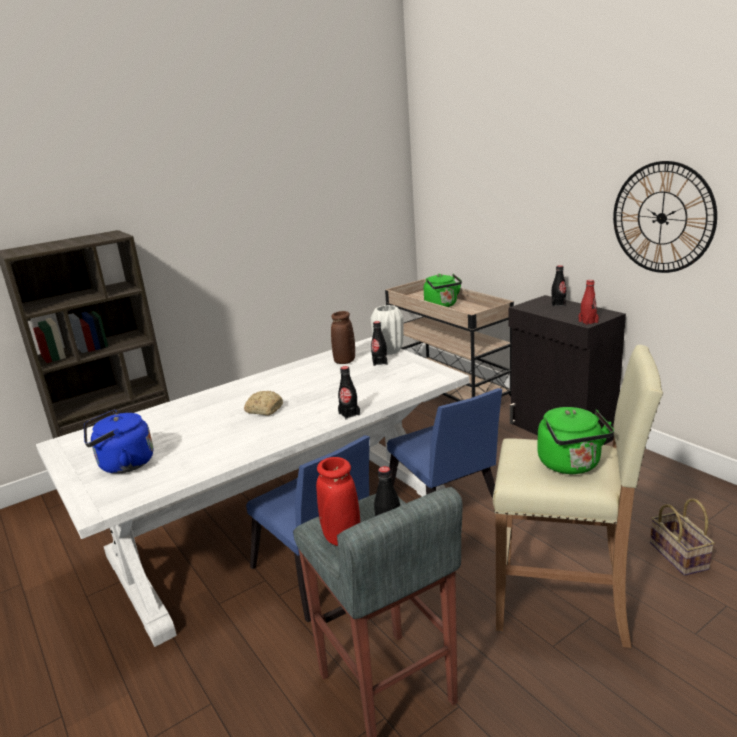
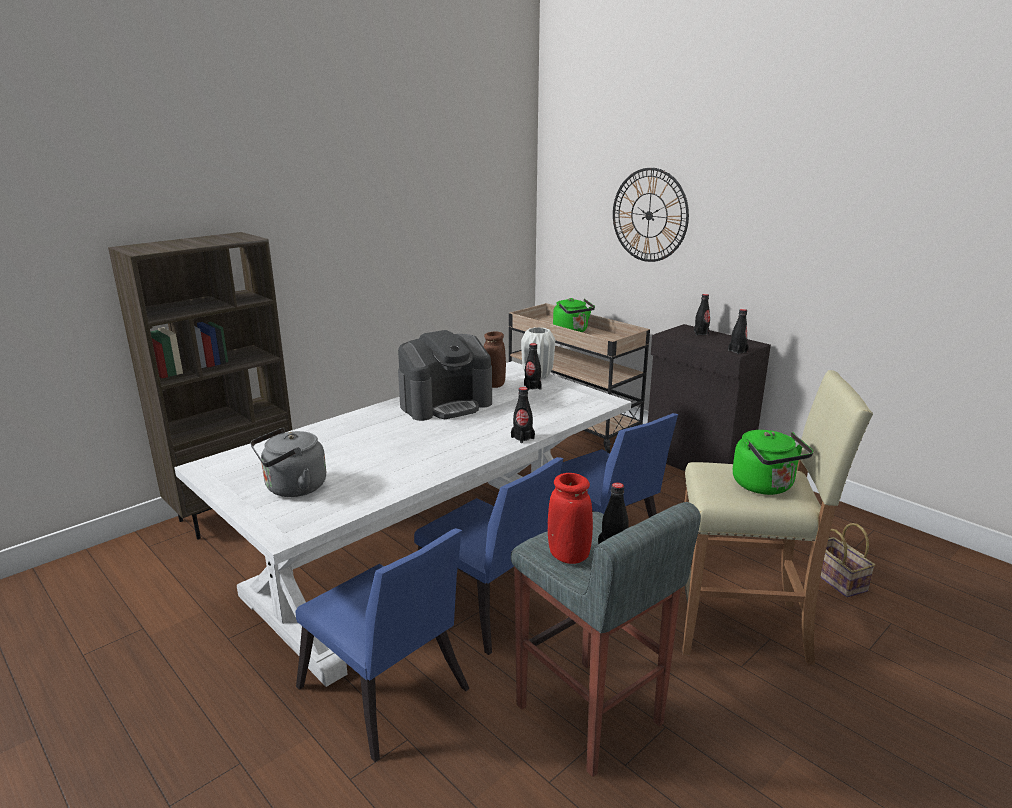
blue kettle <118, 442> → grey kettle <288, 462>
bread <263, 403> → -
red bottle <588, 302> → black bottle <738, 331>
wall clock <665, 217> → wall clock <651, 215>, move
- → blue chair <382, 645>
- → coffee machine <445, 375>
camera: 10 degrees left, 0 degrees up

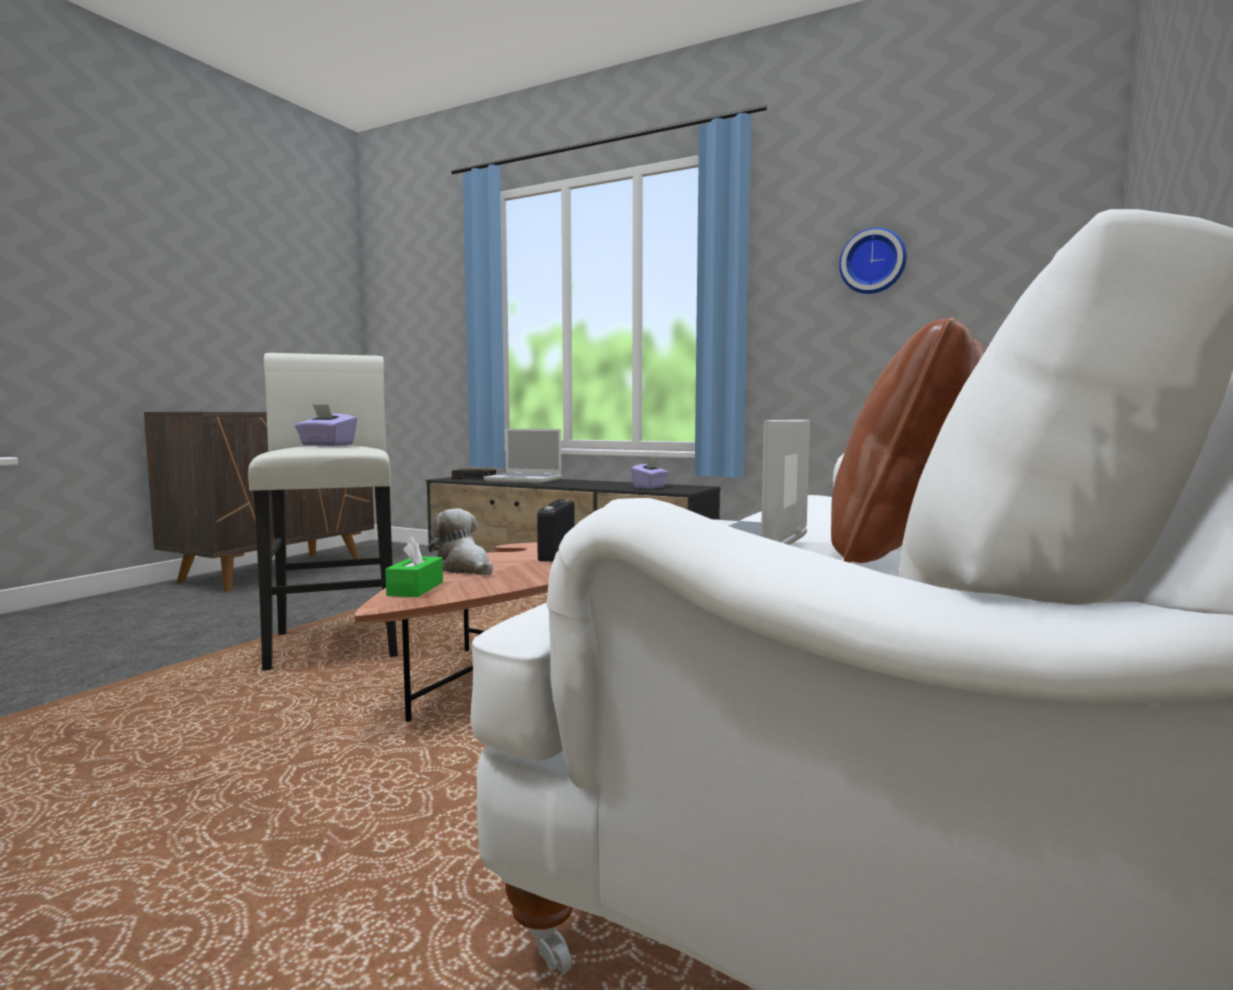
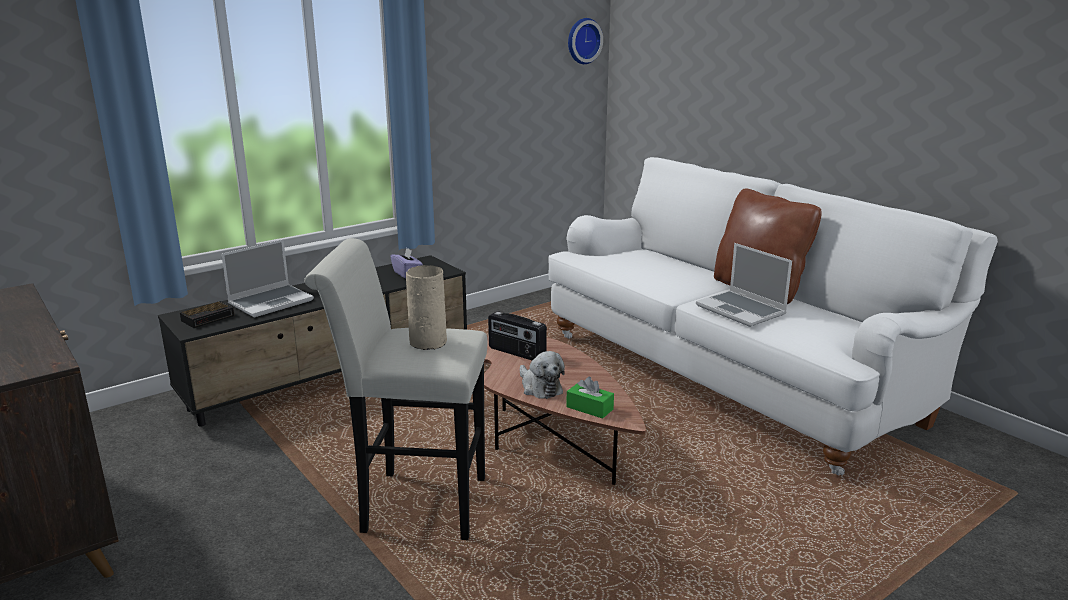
purple tissue box <326, 425> → beige vase <426, 307>
plush toy <461, 541> → plush toy <542, 375>, 105 degrees counterclockwise
wall clock <873, 260> → wall clock <585, 41>, move
camera: 65 degrees left, 15 degrees up

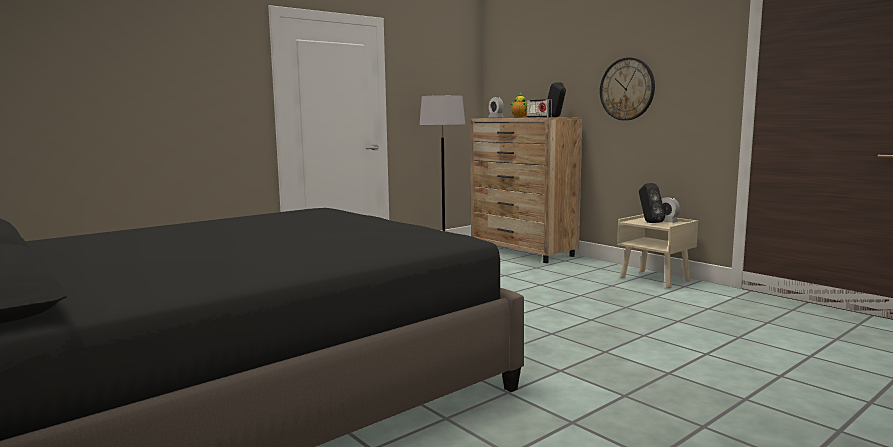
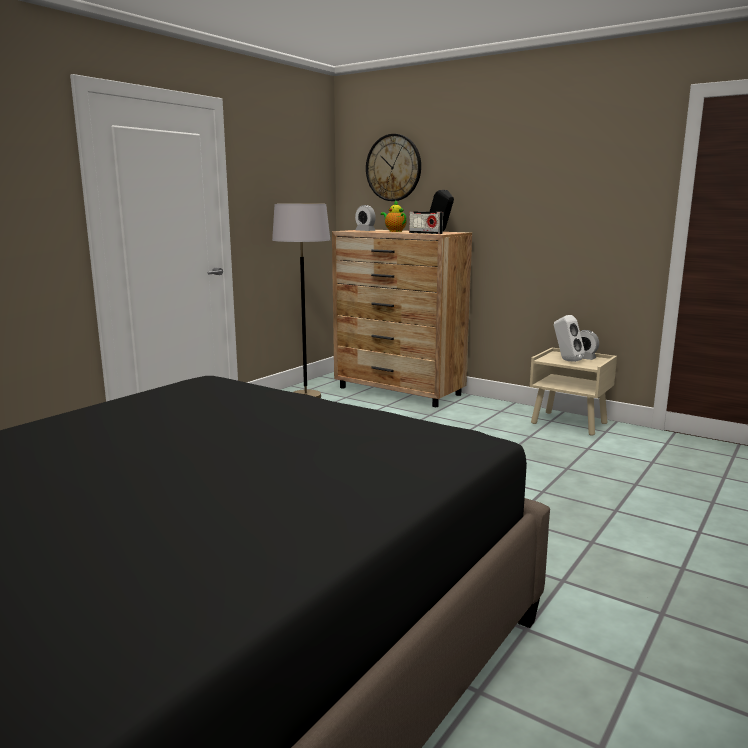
wall clock <627, 89> → wall clock <393, 167>, move
black speaker <652, 203> → white speaker <569, 338>
camera: 15 degrees left, 5 degrees up

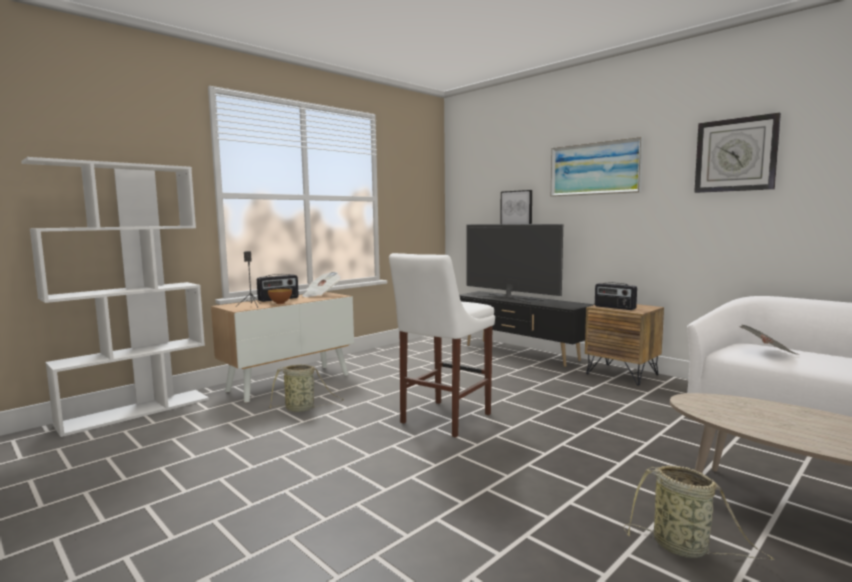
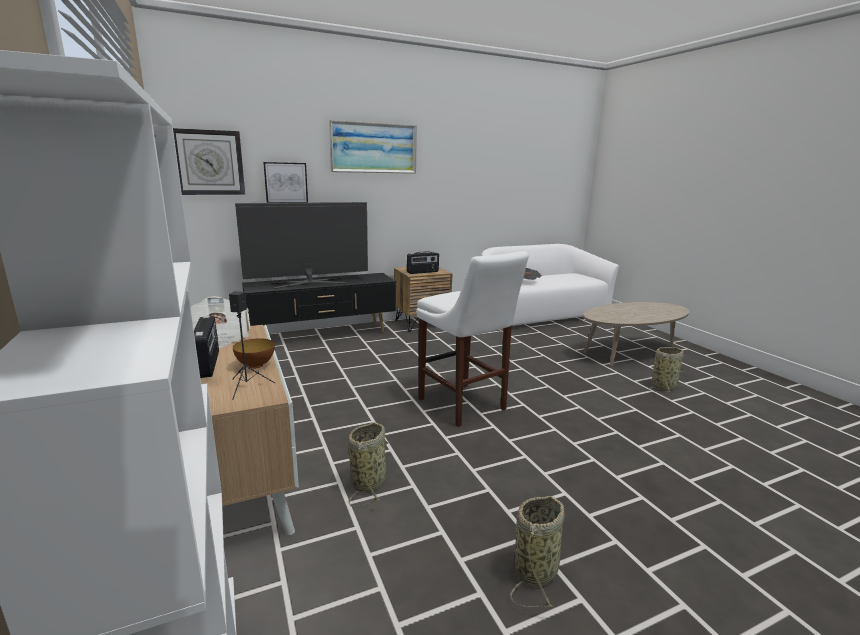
wall clock <737, 153> → wall clock <209, 161>, move
- → basket <537, 551>
camera: 70 degrees left, 10 degrees up

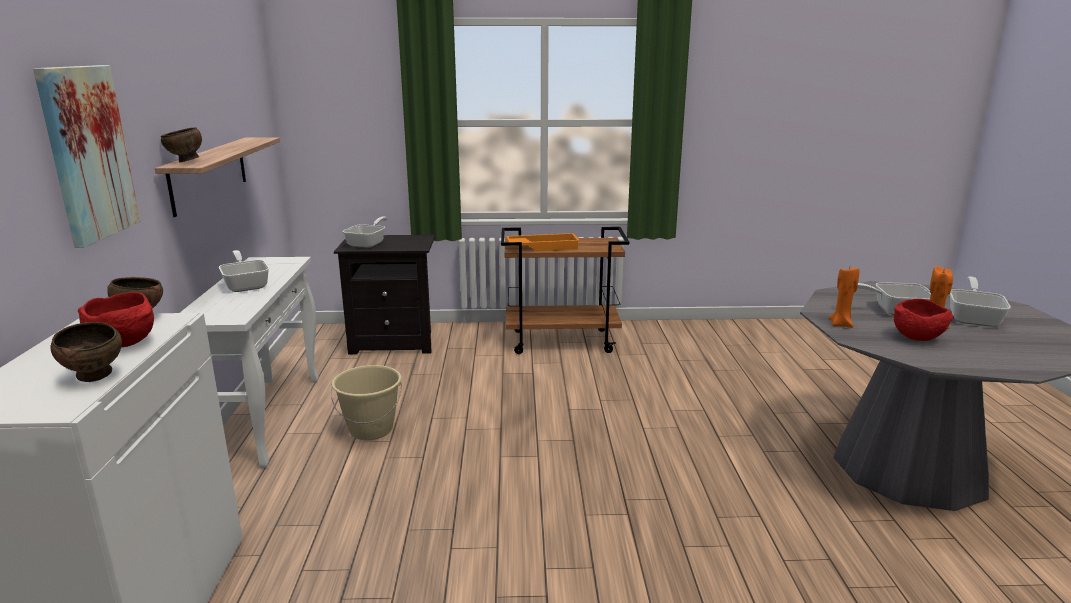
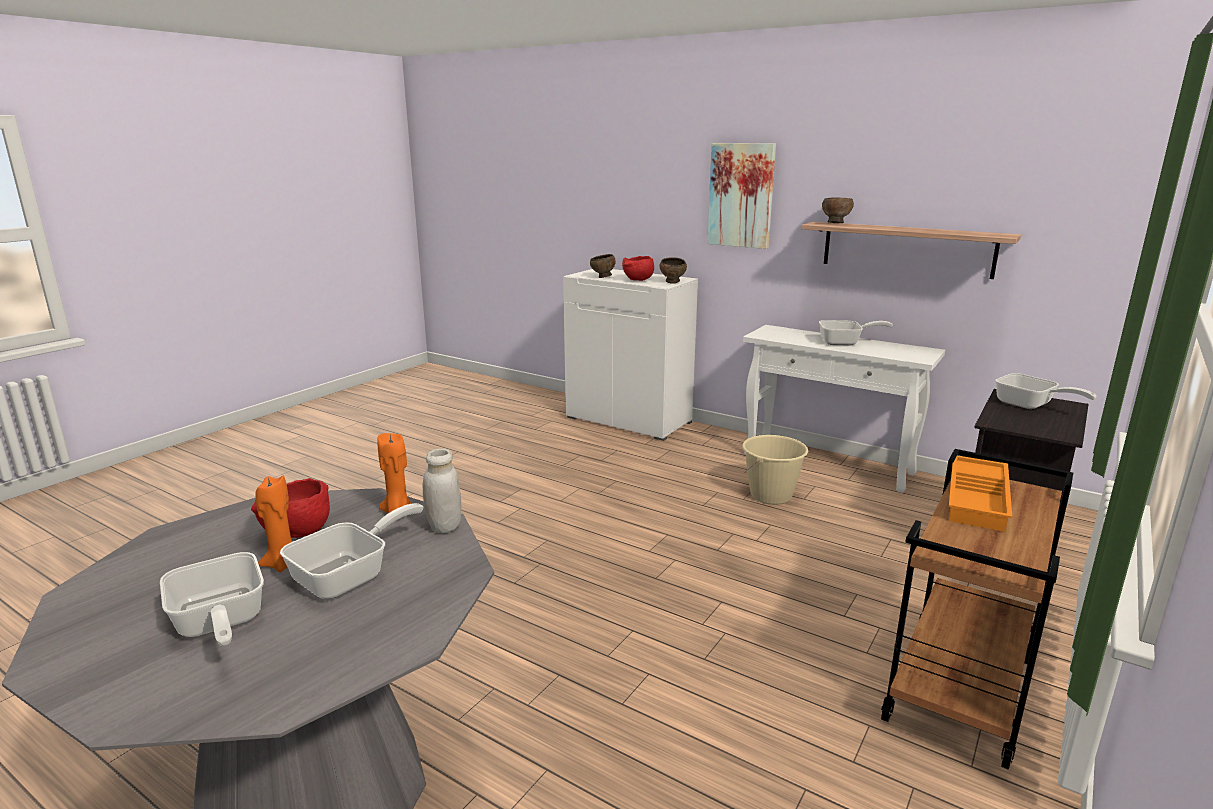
- → white jar <442, 490>
camera: 125 degrees right, 0 degrees up

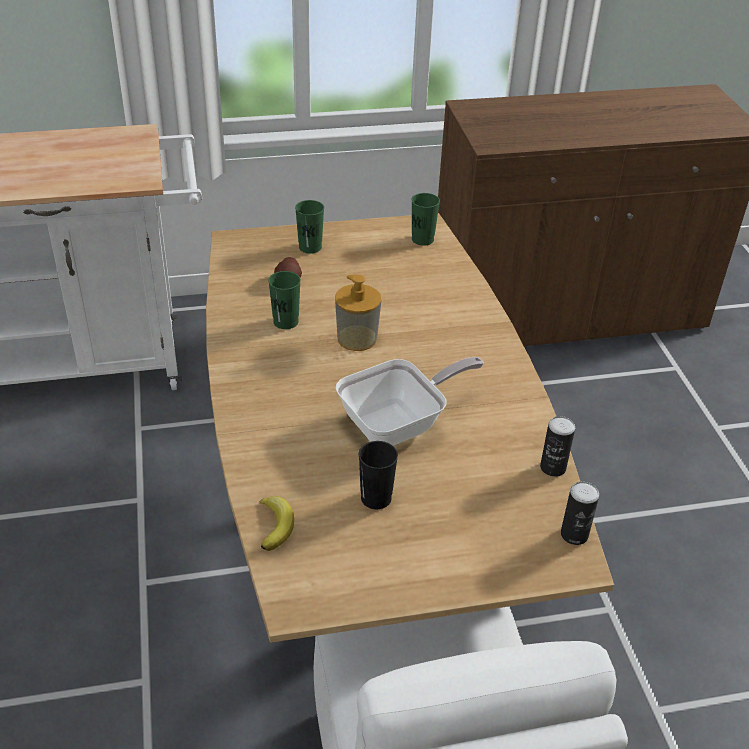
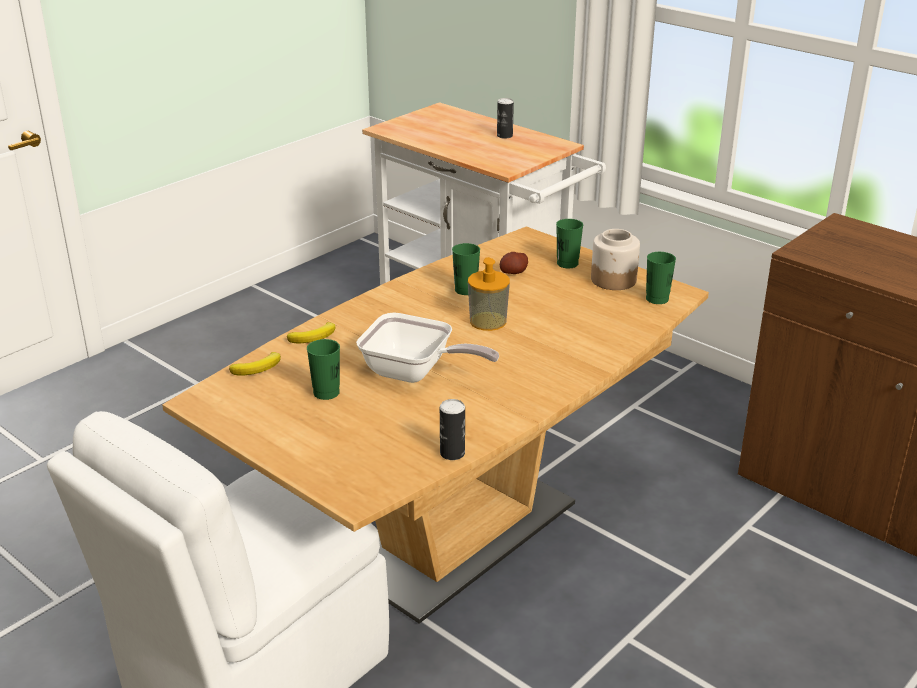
black cup <378, 475> → green cup <323, 369>
can <580, 513> → can <505, 118>, move
- → banana <311, 333>
- → jar <615, 259>
camera: 55 degrees right, 10 degrees down

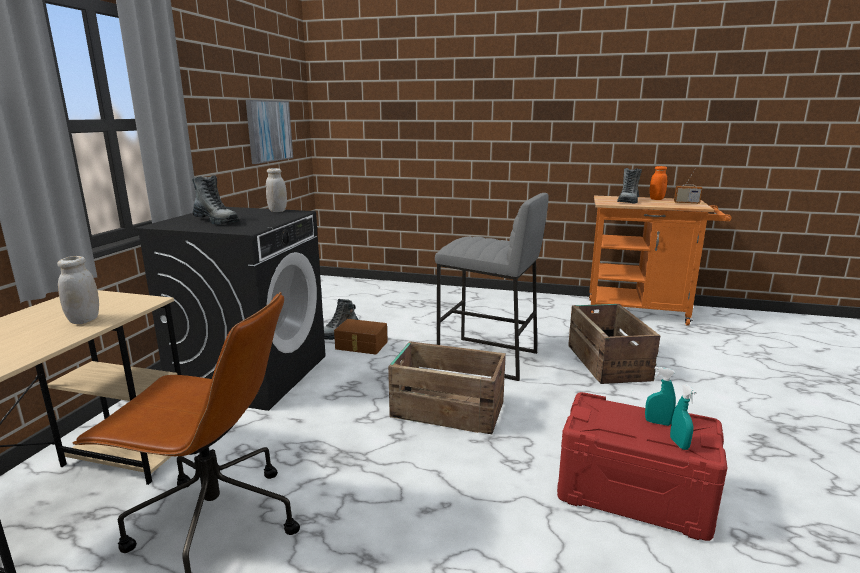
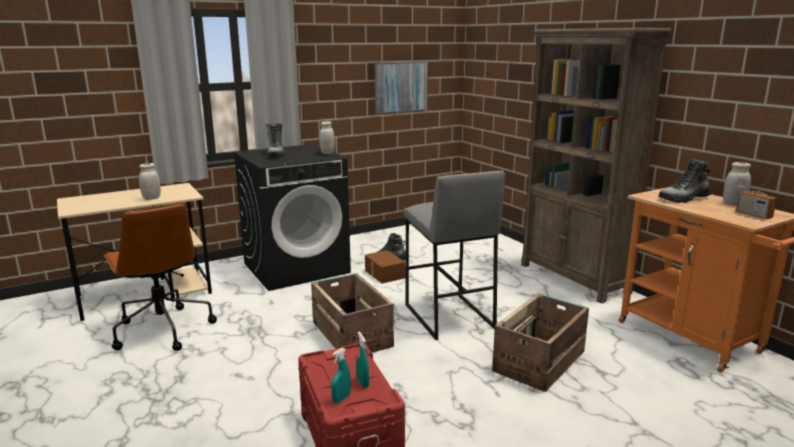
orange jar <658, 183> → white jar <737, 184>
- → brown bookcase <596, 166>
camera: 45 degrees right, 0 degrees up

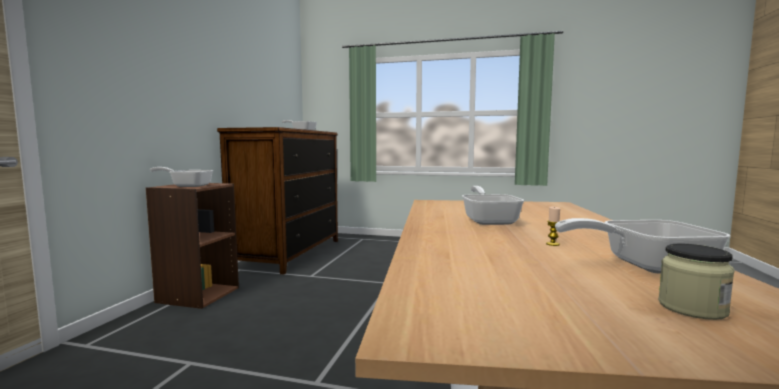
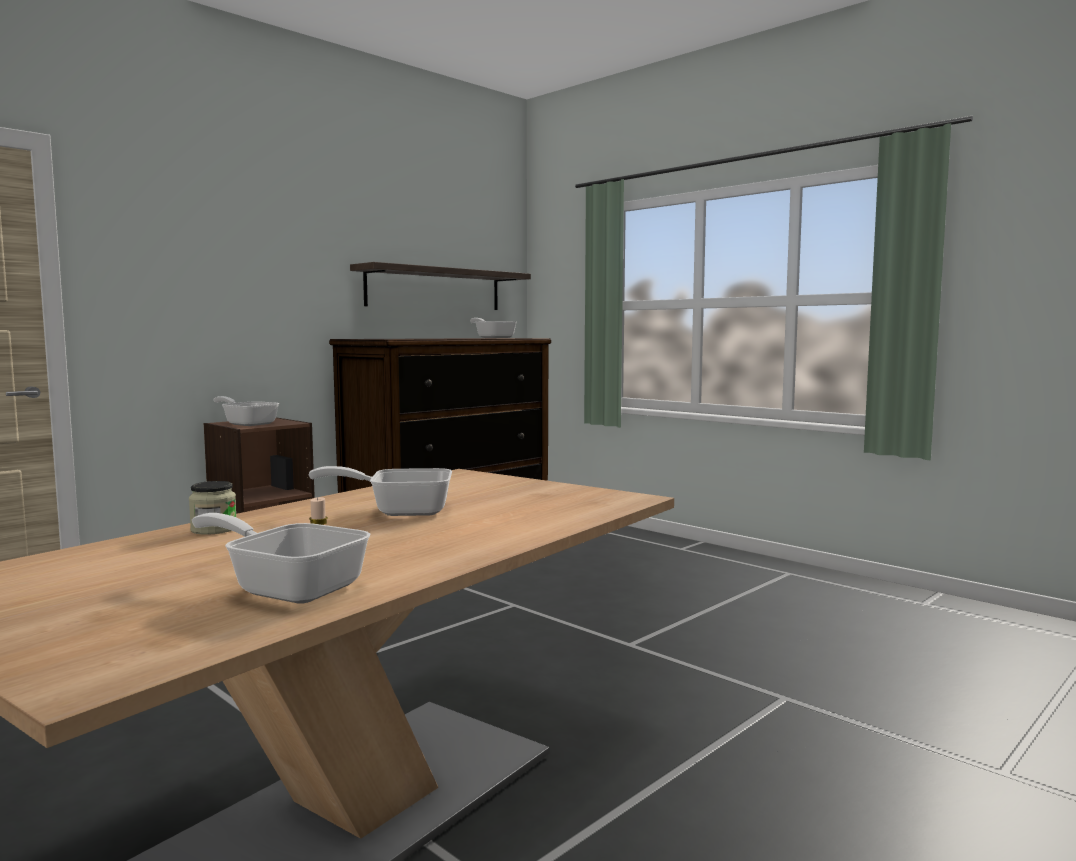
frying pan <493, 205> → frying pan <380, 491>, 120 degrees counterclockwise
jar <696, 281> → jar <212, 508>, move
- → shelf <440, 286>
camera: 30 degrees right, 0 degrees up

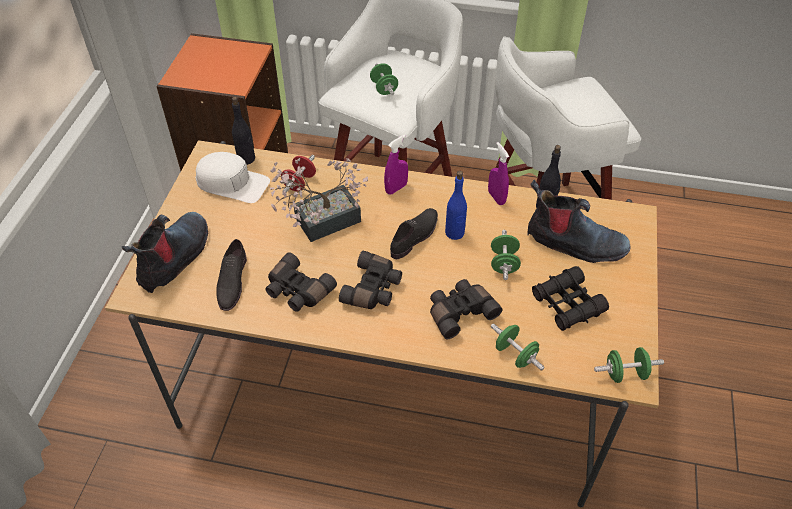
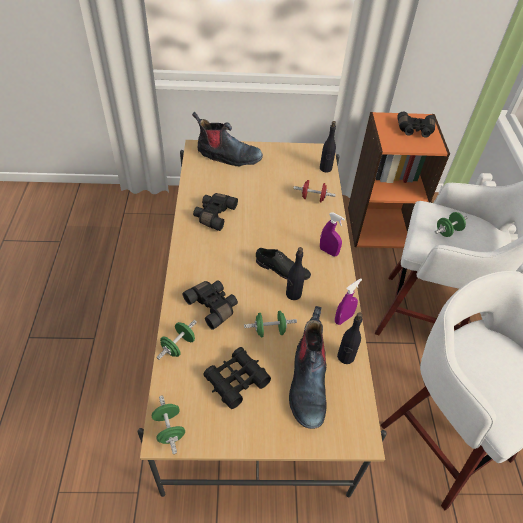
white cap <233, 177> → -
black shoe <231, 275> → -
potted plant <319, 200> → -
black binoculars <370, 280> → black binoculars <417, 125>, move
blue bottle <456, 205> → black bottle <295, 273>
camera: 75 degrees right, 0 degrees up

